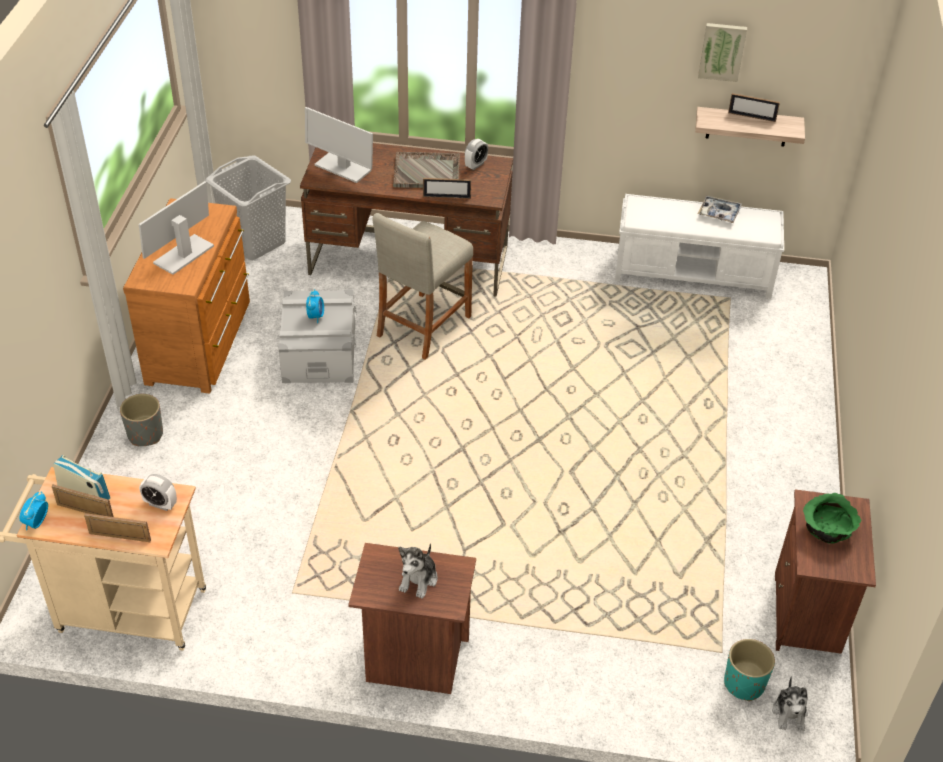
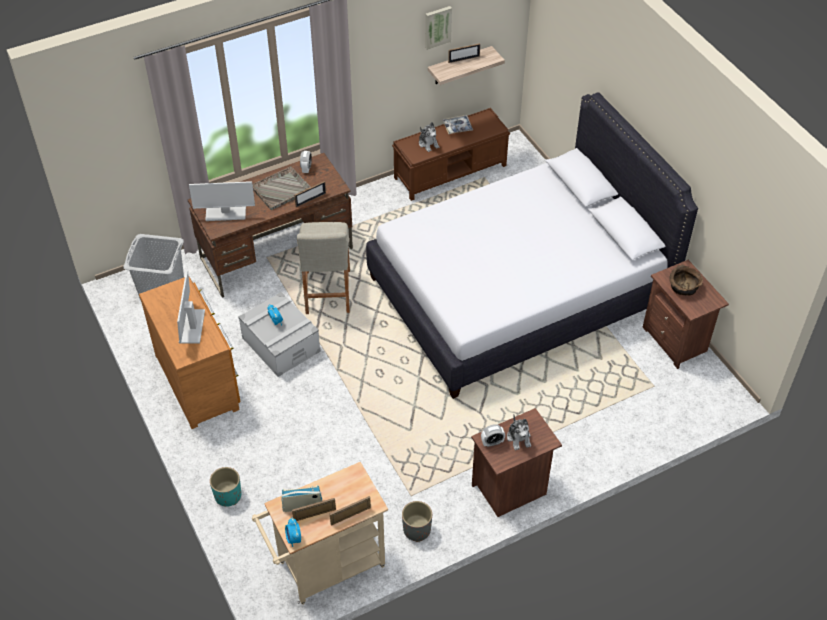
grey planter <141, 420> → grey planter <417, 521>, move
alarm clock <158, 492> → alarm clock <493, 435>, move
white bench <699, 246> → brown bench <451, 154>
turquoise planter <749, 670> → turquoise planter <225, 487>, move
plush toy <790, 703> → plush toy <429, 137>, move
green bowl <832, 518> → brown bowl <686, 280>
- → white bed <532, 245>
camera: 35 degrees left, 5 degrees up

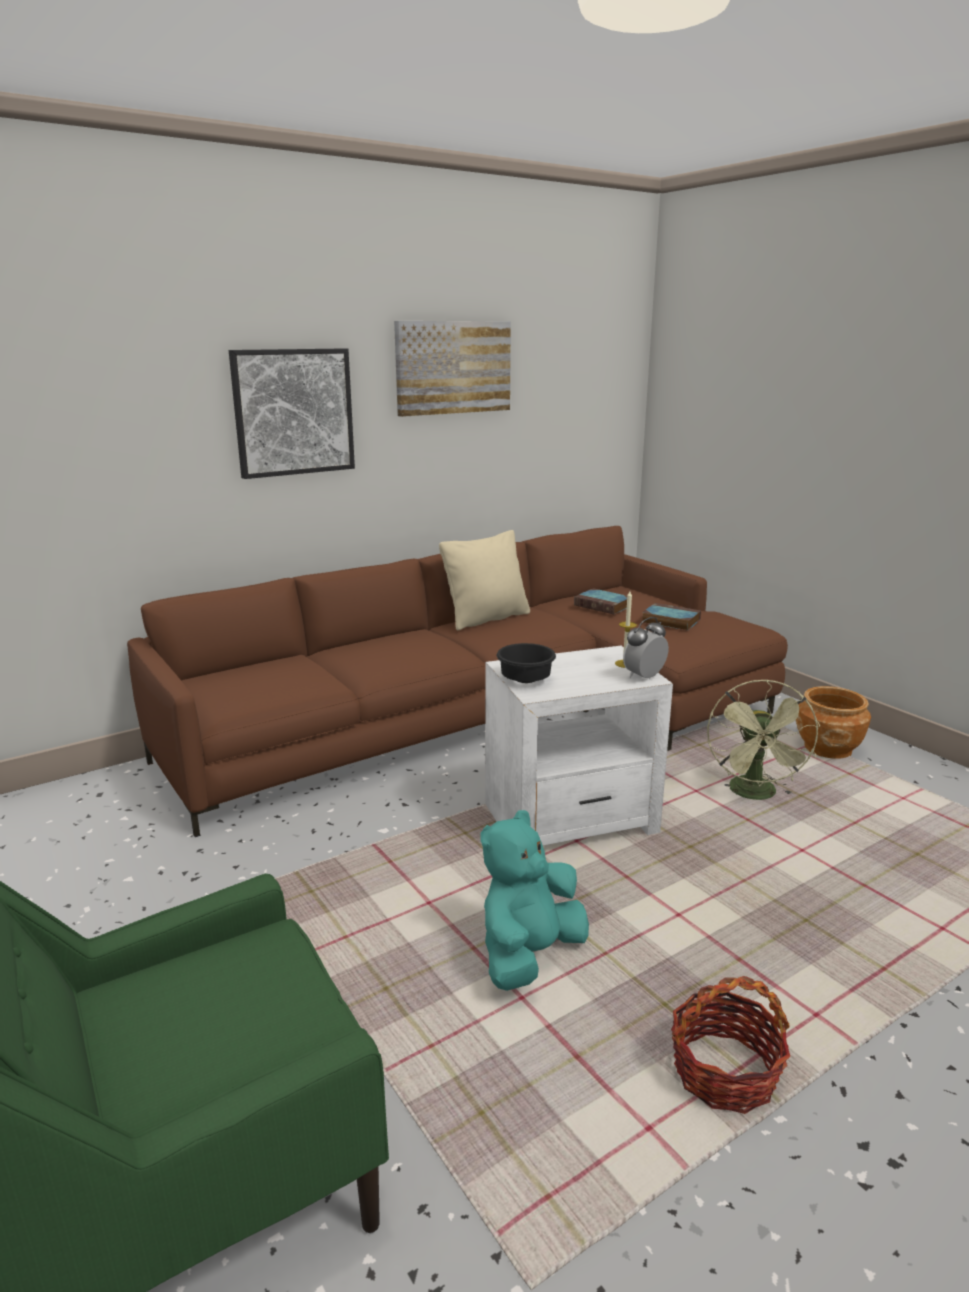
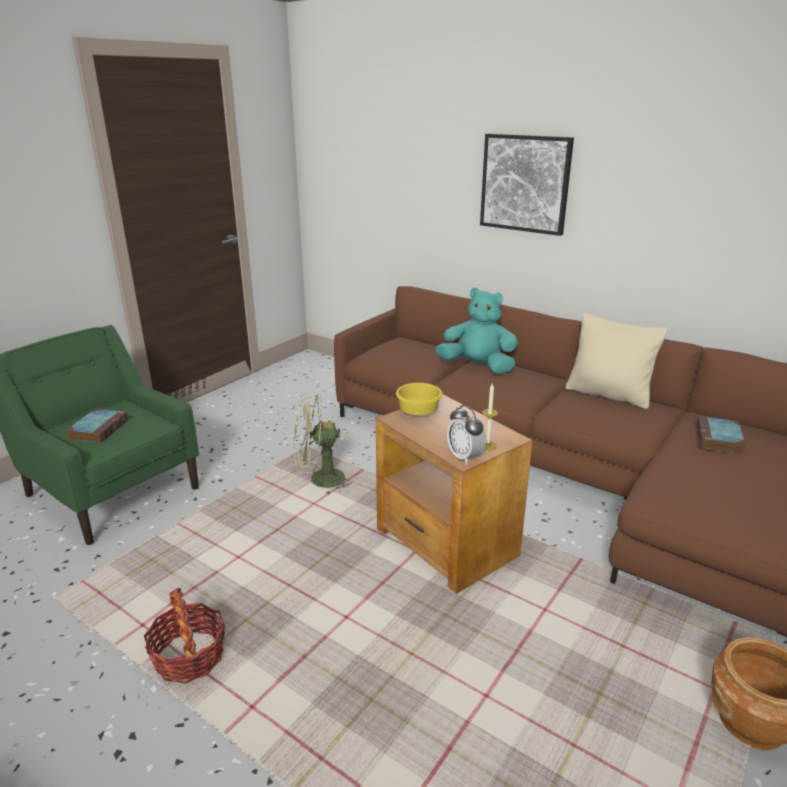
picture <452, 369> → -
turquoise plush toy <534, 900> → turquoise plush toy <476, 331>, move
white side table <579, 745> → brown side table <454, 494>
black bowl <526, 663> → yellow bowl <419, 399>
alarm clock <646, 648> → alarm clock <466, 435>, 150 degrees counterclockwise
book <671, 617> → book <97, 426>, move
green fan <763, 739> → green fan <322, 444>, move
camera: 70 degrees right, 5 degrees up

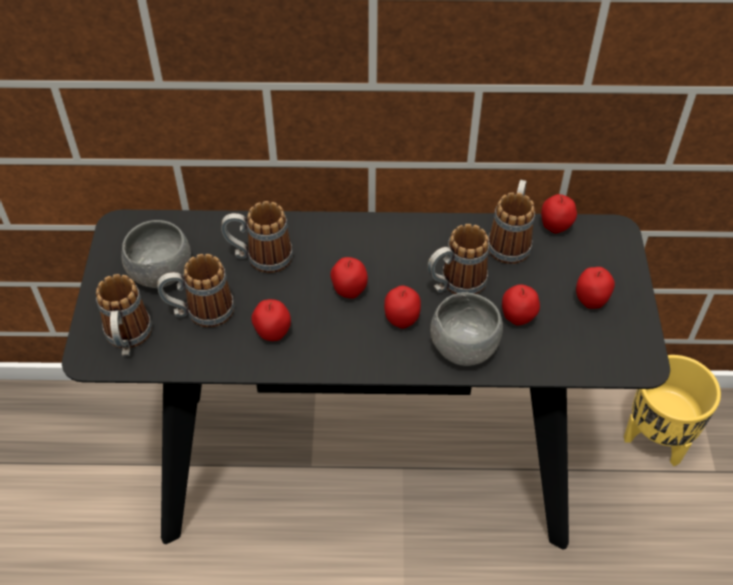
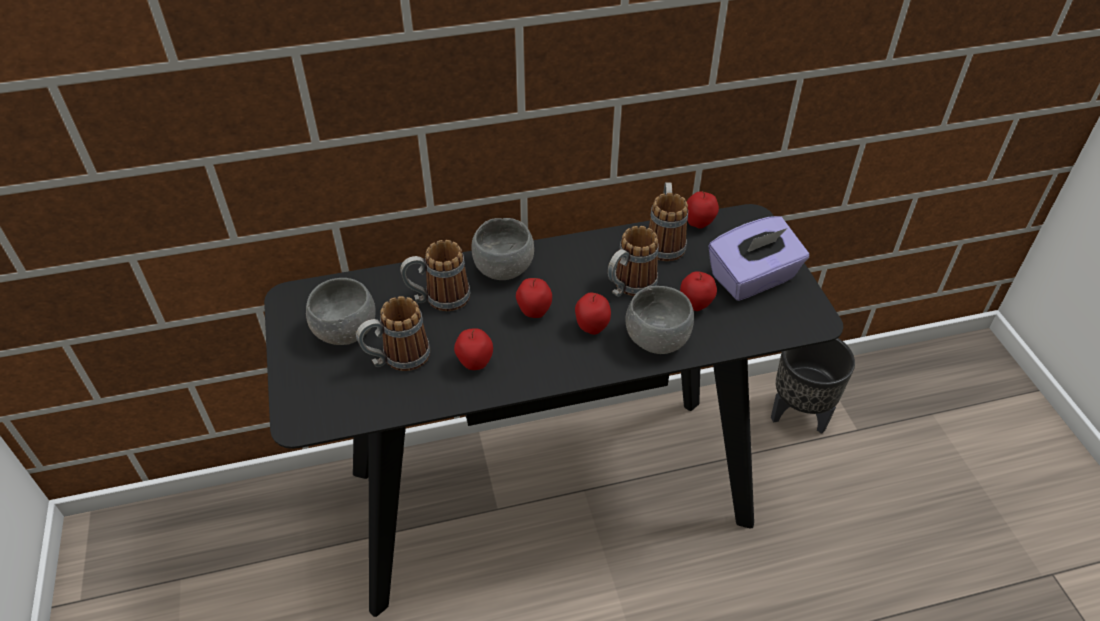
mug <124, 315> → -
apple <595, 288> → purple tissue box <758, 258>
yellow planter <672, 410> → black planter <813, 386>
- → grey bowl <503, 249>
camera: 15 degrees left, 5 degrees down

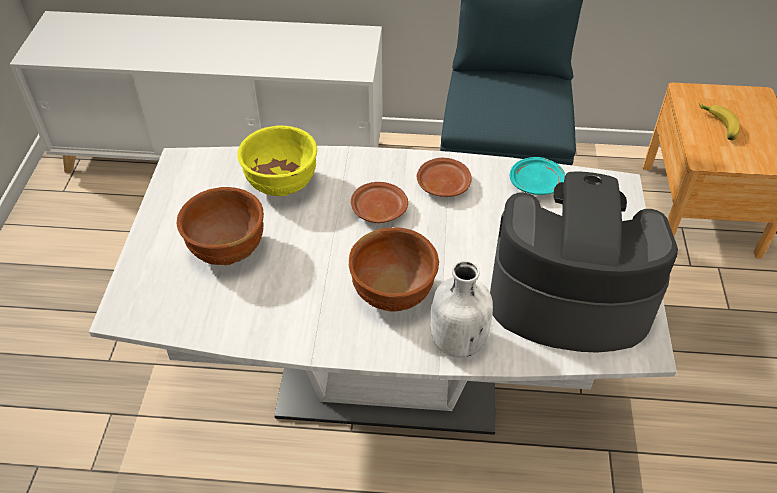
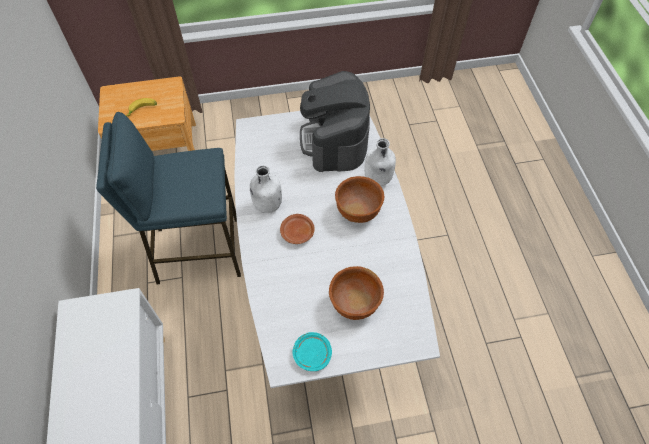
yellow bowl <277, 160> → -
brown plate <444, 177> → white bottle <266, 189>
turquoise plate <537, 176> → turquoise plate <312, 351>, move
camera: 105 degrees left, 10 degrees up

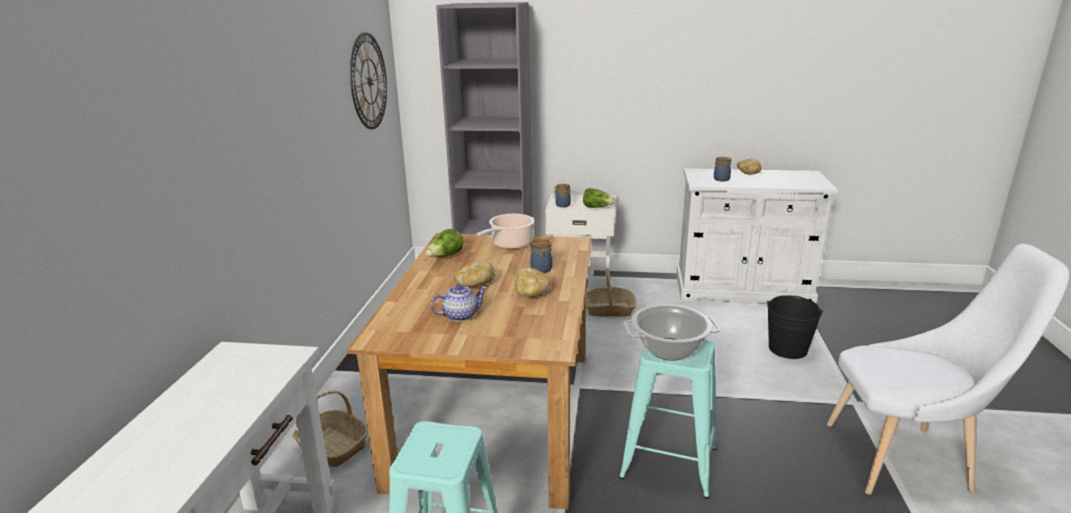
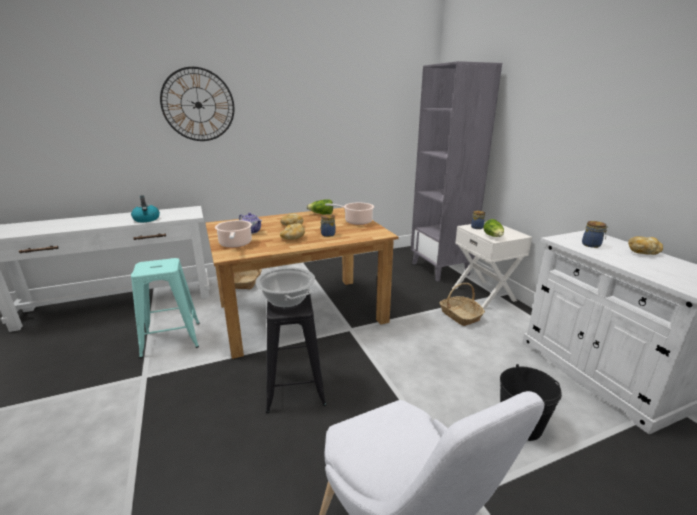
wall clock <368, 80> → wall clock <197, 104>, move
turquoise stool <668, 419> → black stool <296, 353>
- → kettle <145, 208>
- → cooking pot <233, 234>
camera: 60 degrees right, 0 degrees up

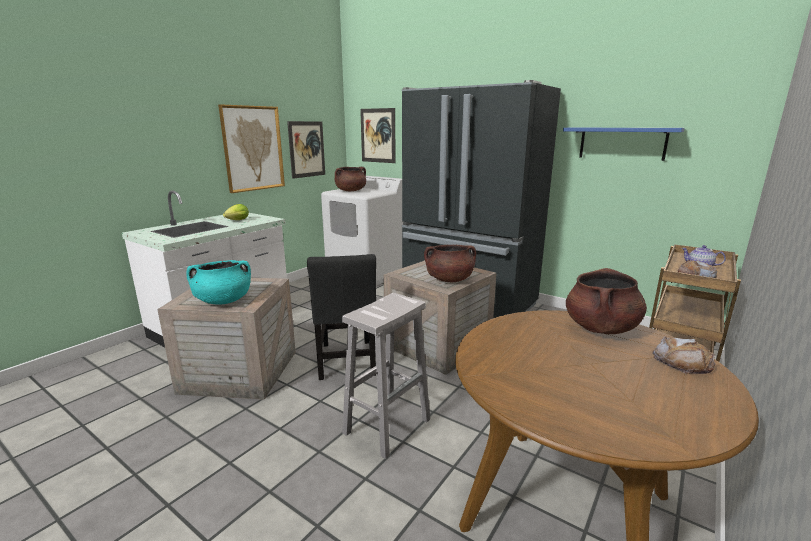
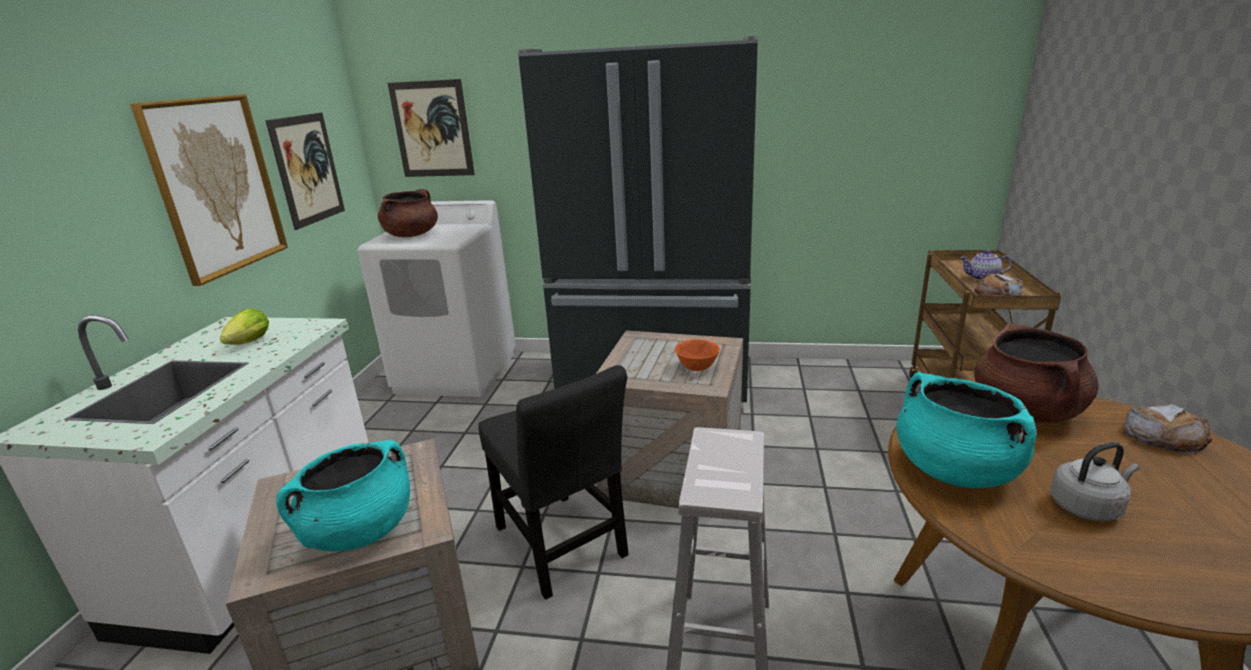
brown cooking pot <450, 263> → orange bowl <697, 355>
blue shelf <624, 144> → -
- → turquoise cooking pot <966, 430>
- → grey kettle <1094, 481>
camera: 25 degrees left, 5 degrees up

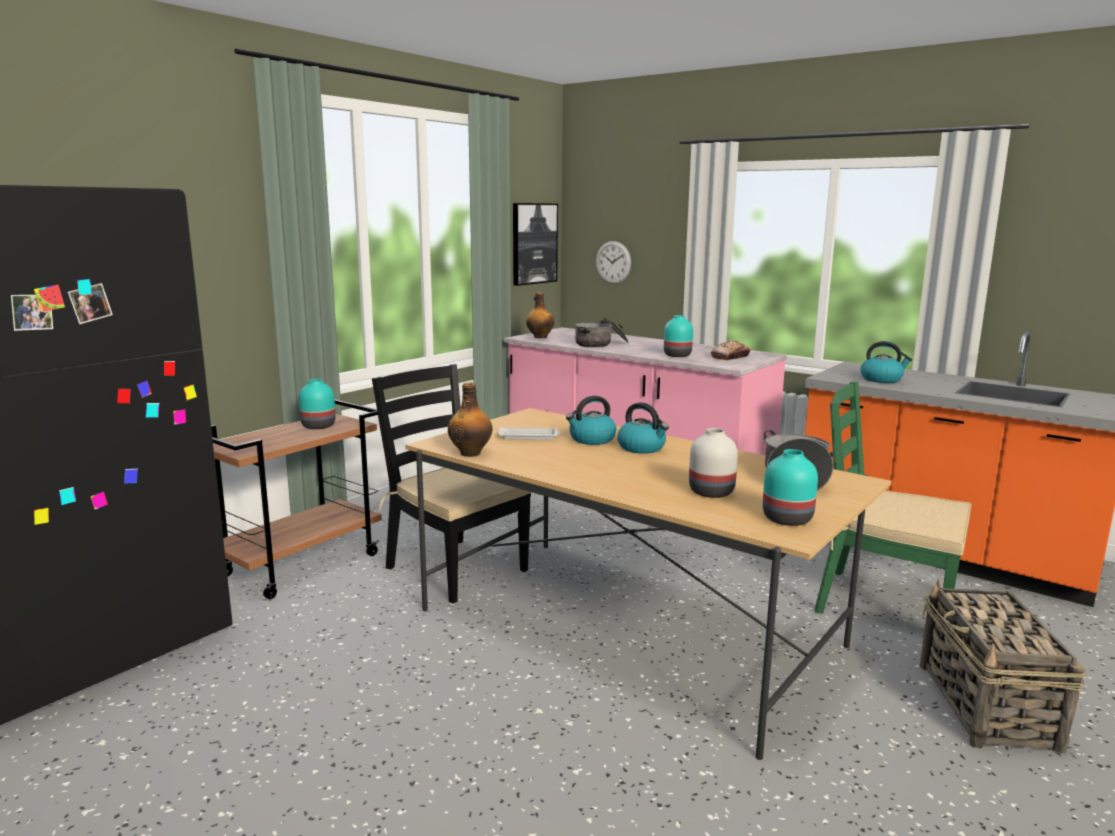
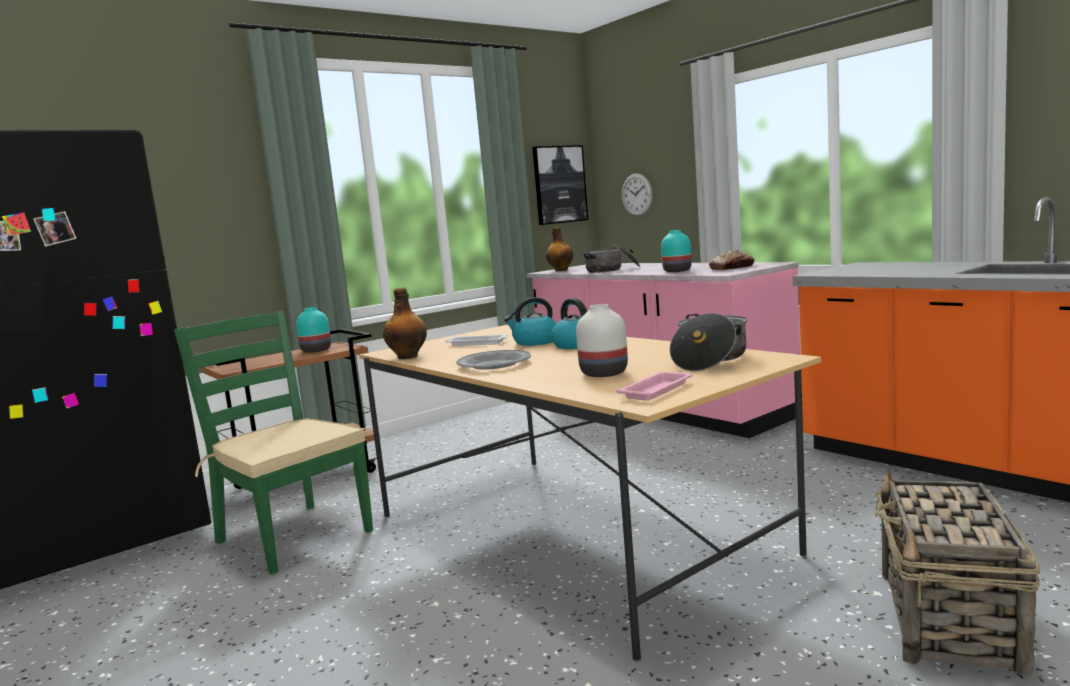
black chair <452, 484> → -
turquoise vase <790, 487> → pink tray <654, 386>
green chair <893, 498> → green chair <273, 442>, move
kettle <886, 362> → -
- → grey plate <493, 360>
camera: 15 degrees right, 5 degrees down

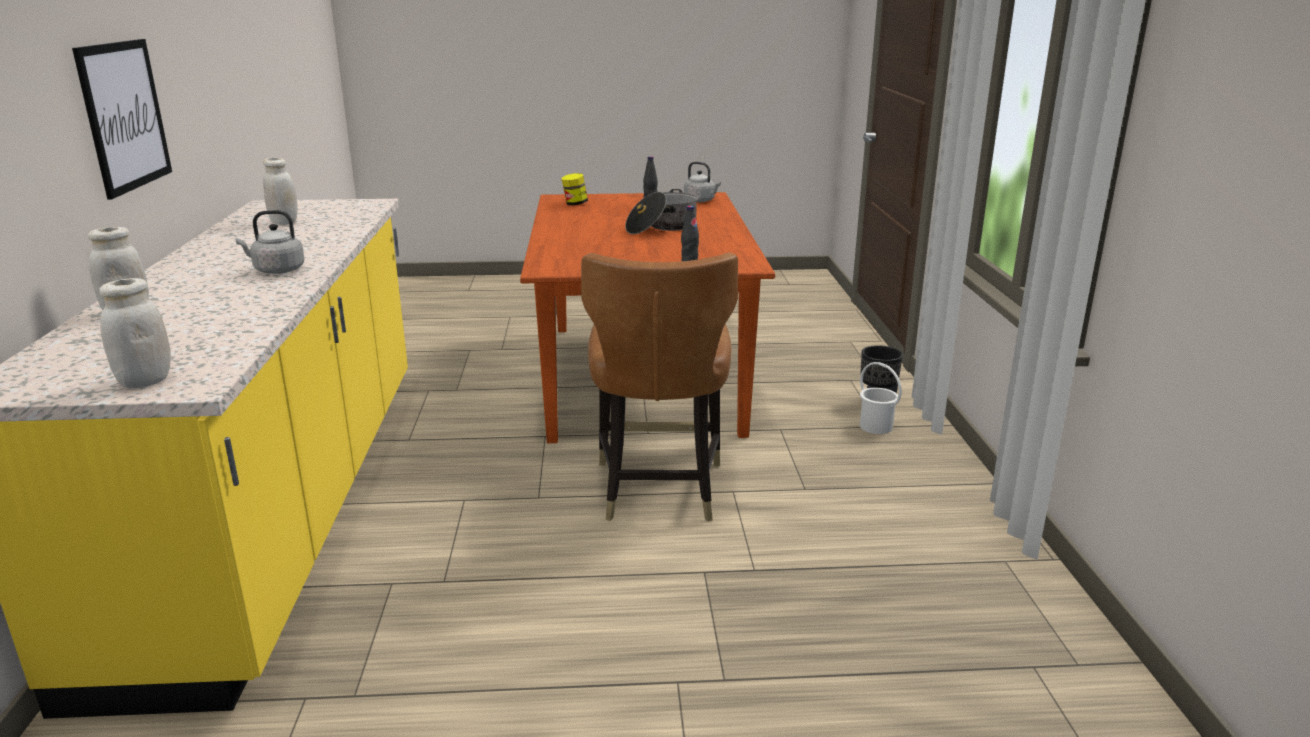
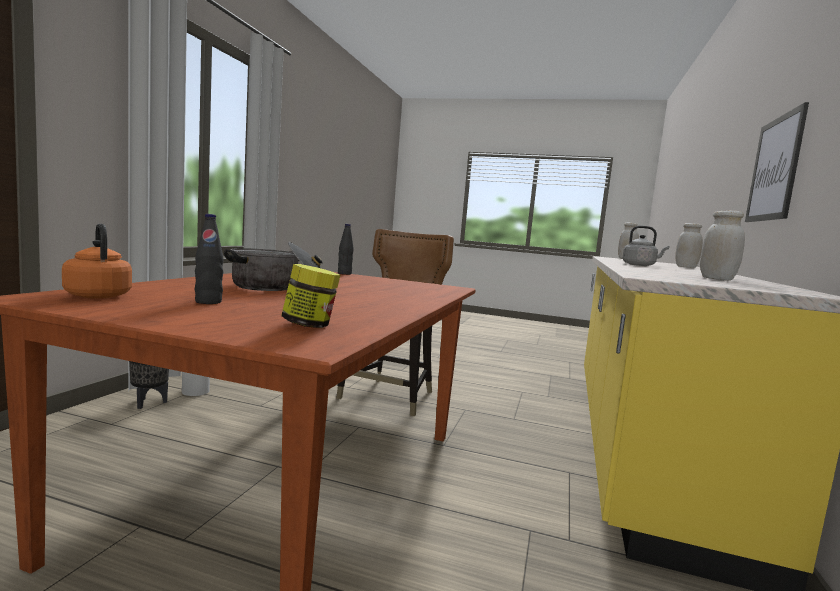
grey kettle <702, 182> → orange kettle <97, 261>
camera: 160 degrees left, 15 degrees down

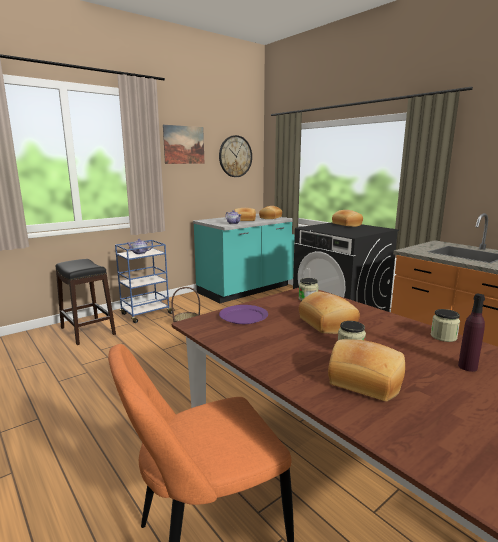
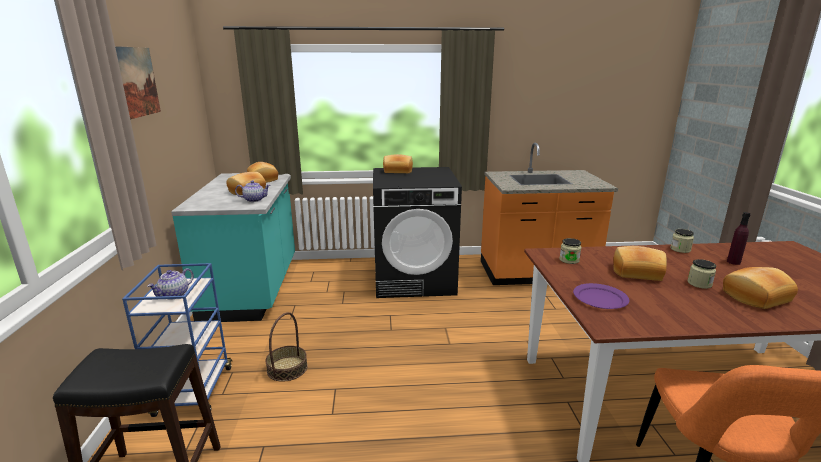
wall clock <235, 156> → -
camera: 55 degrees left, 5 degrees up

